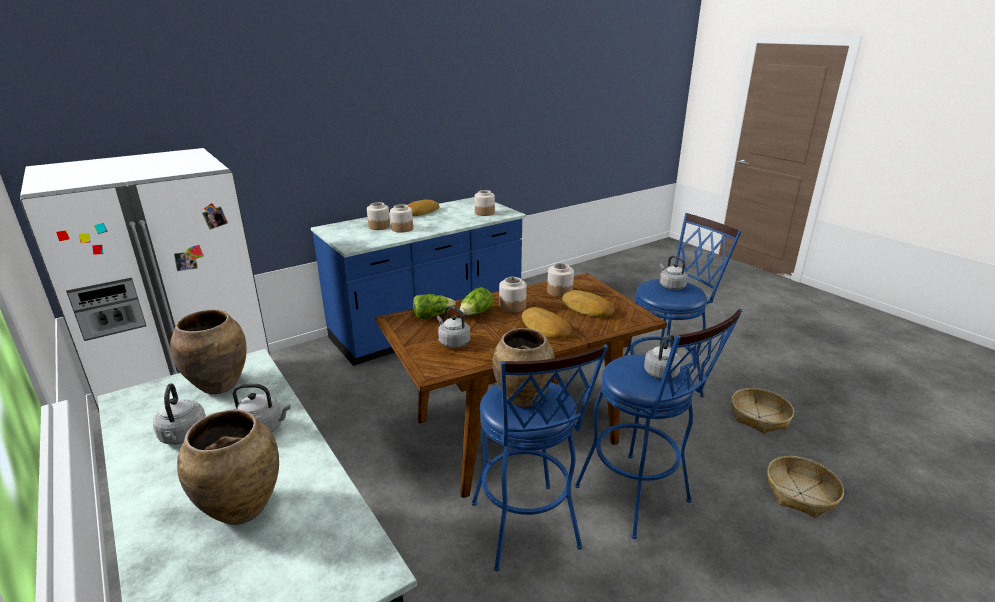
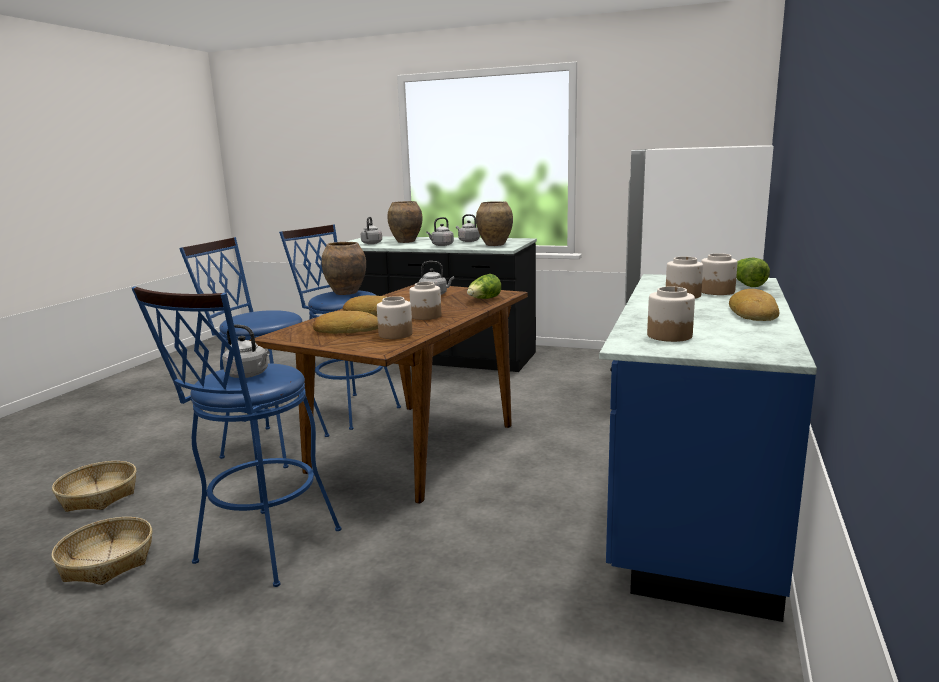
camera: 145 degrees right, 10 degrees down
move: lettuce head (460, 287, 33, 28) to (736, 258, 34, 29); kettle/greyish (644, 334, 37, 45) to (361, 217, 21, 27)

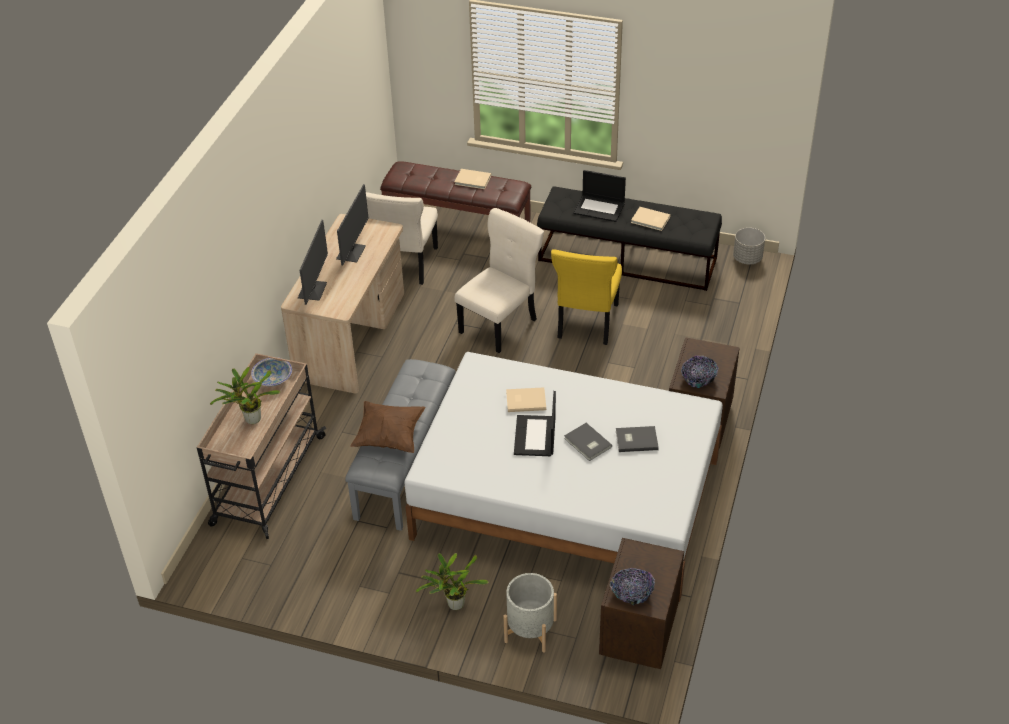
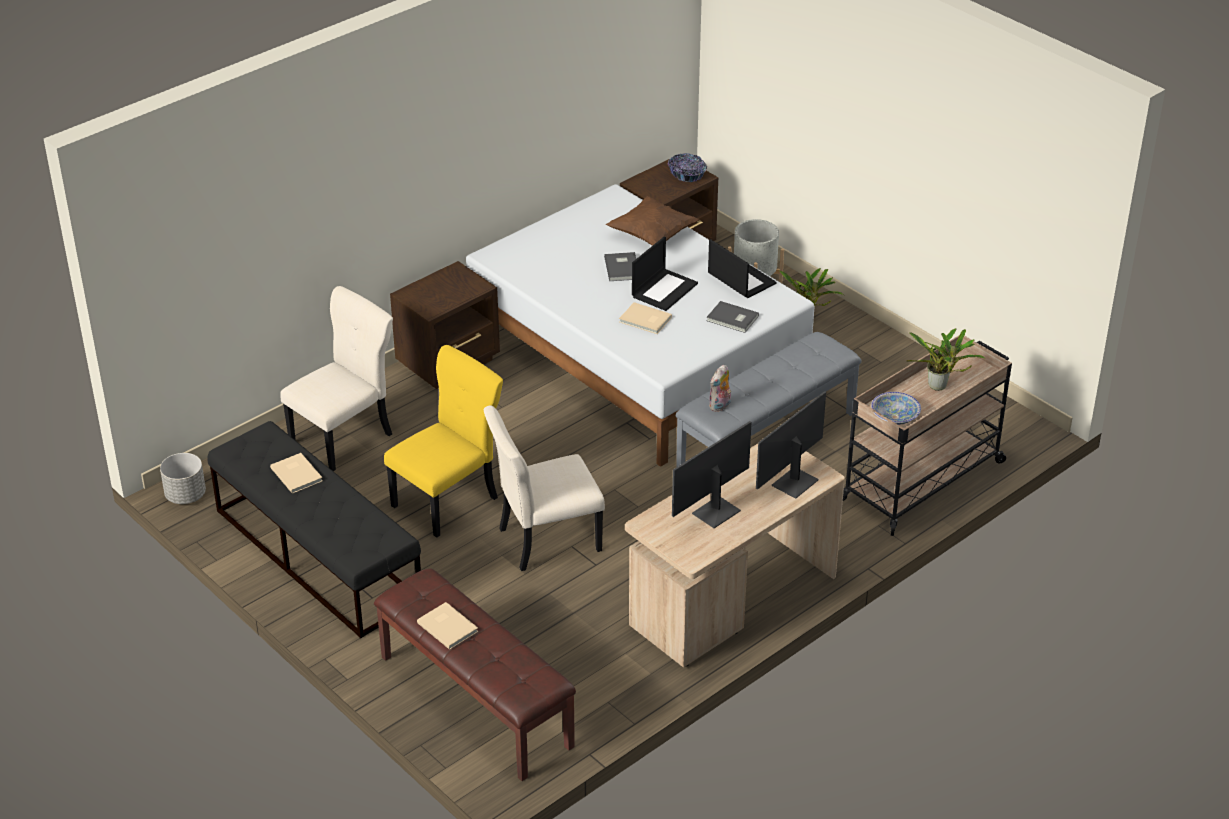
camera: 150 degrees left, 5 degrees down
delete: bowl (681, 356, 37, 32)
insert: plush toy (709, 365, 22, 47)
move: cushion/brownish (350, 401, 75, 52) to (606, 196, 93, 50); upright chair/beige (366, 192, 72, 93) to (280, 286, 113, 185); portable computer (573, 170, 53, 52) to (708, 239, 69, 59); volume/greyish (616, 426, 43, 26) to (706, 301, 53, 32)

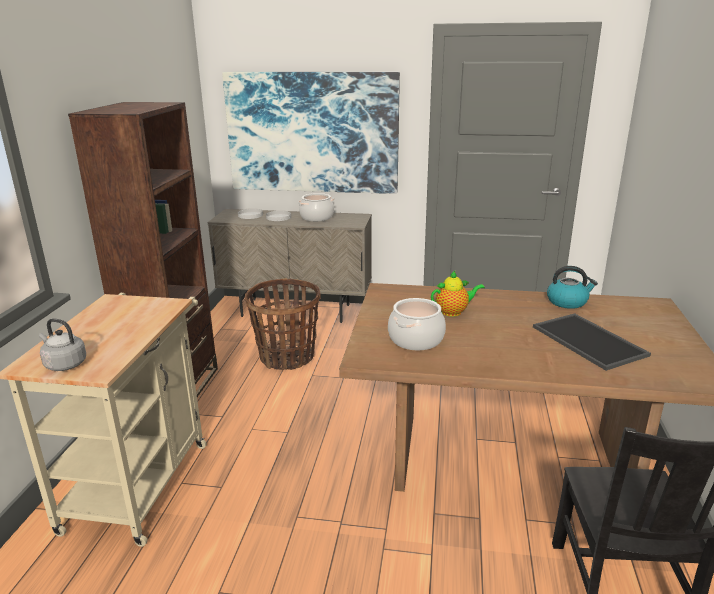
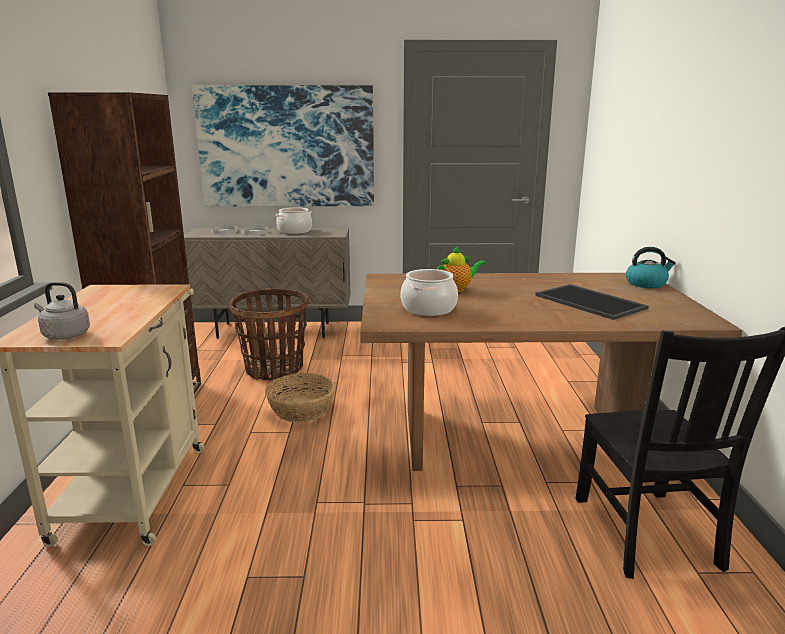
camera: 10 degrees left, 5 degrees down
insert: storage basket (265, 373, 71, 49)
move: kettle (547, 266, 51, 43) to (626, 247, 49, 41)

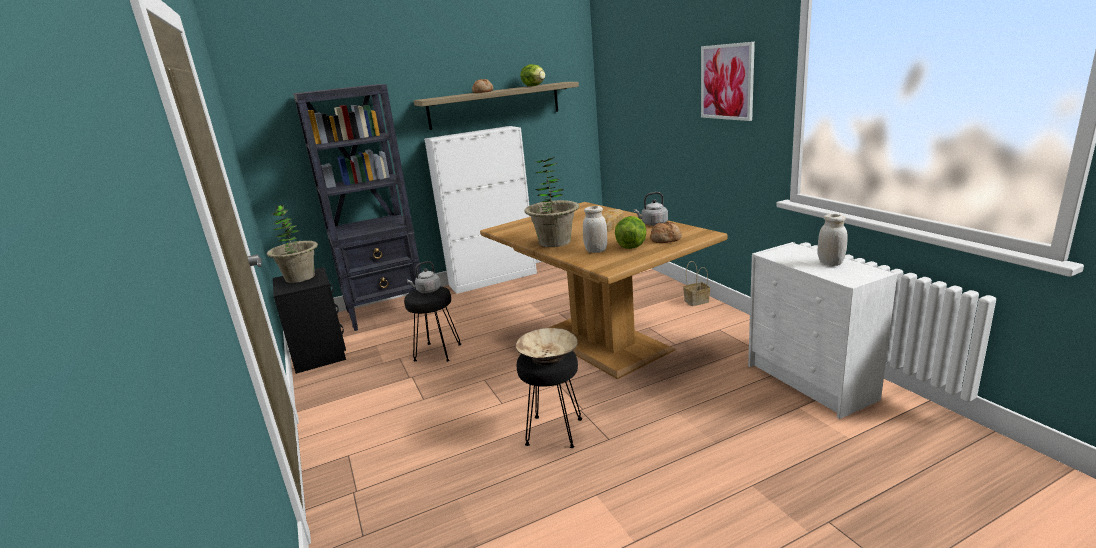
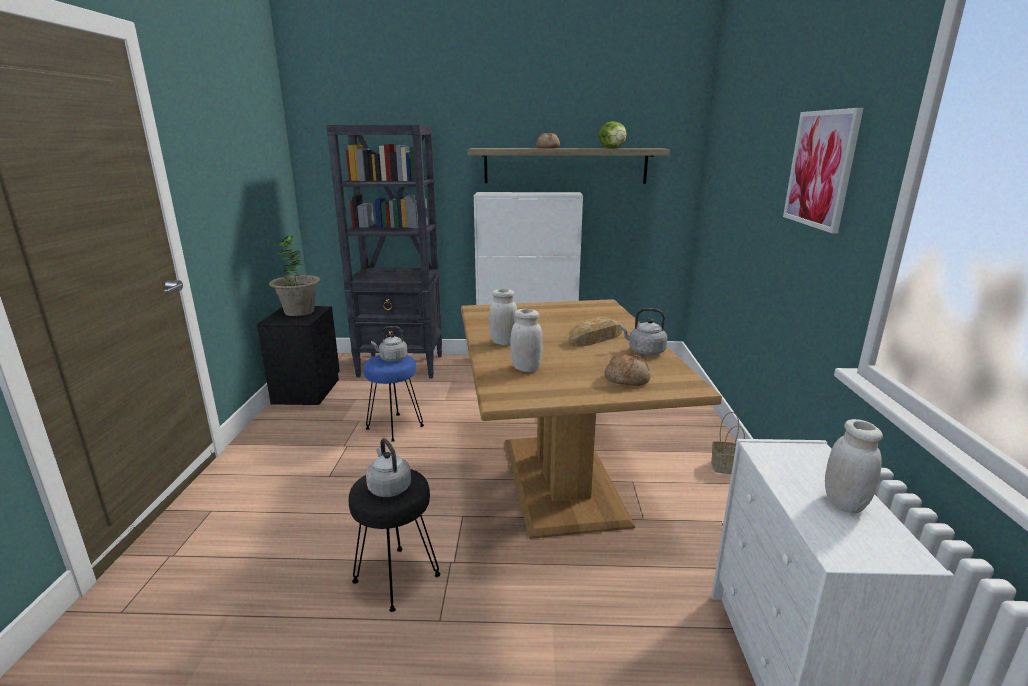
camera: 25 degrees right, 0 degrees up
delete: lettuce head (615, 216, 31, 33)
replace: bowl/beige (516, 328, 62, 37) to kettle/greyish (366, 438, 45, 59); houseplant (524, 157, 55, 90) to preserve jar/white (489, 289, 28, 56)
recolor: stool seat/blackish (404, 286, 57, 76) to stool seat/blue-coloured (363, 355, 61, 87)

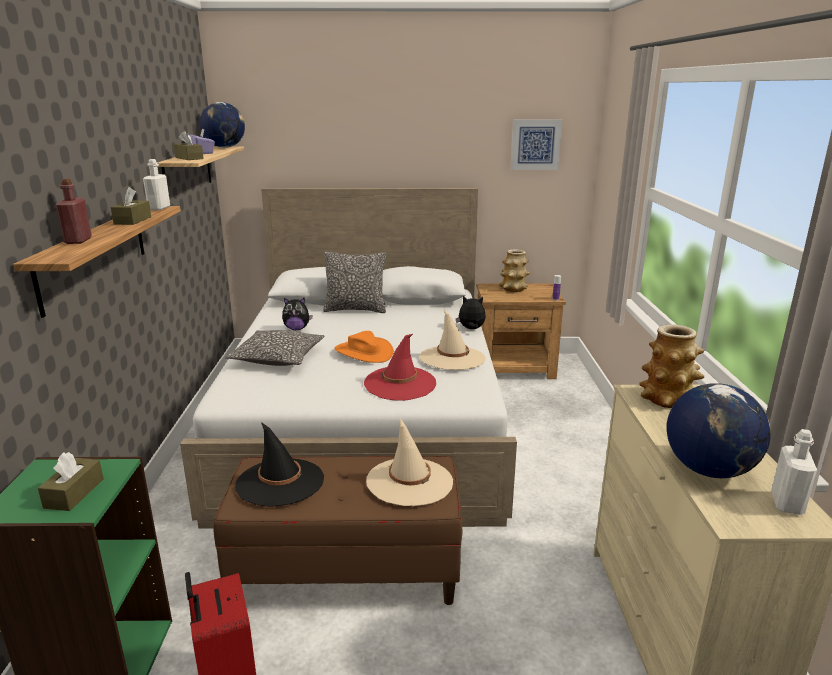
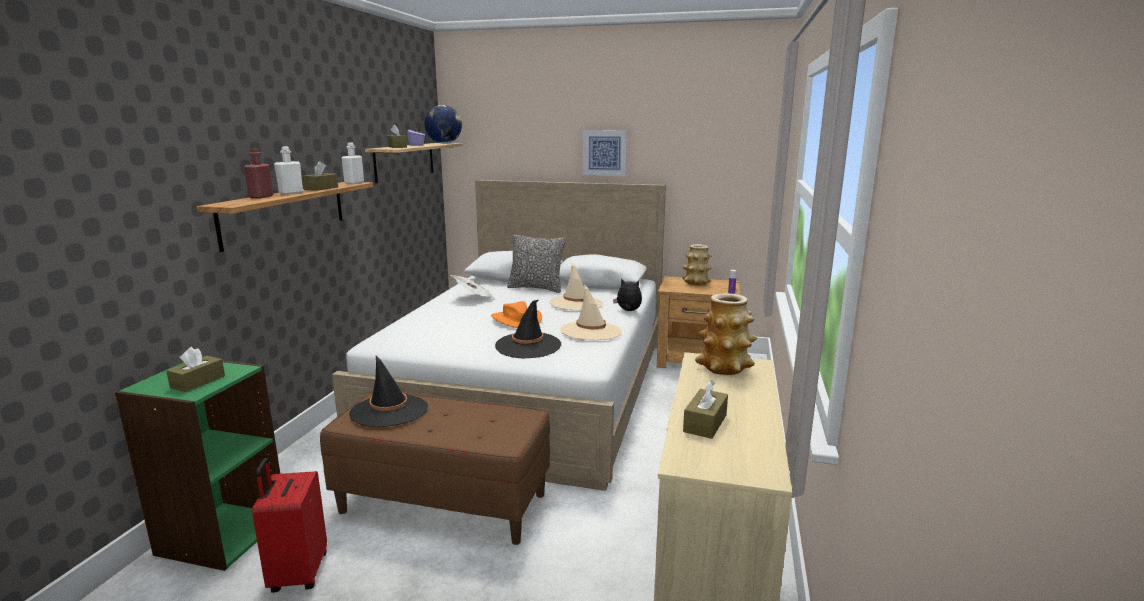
camera: 15 degrees right, 5 degrees down
delete: cushion (225, 330, 99, 36)
move: clothing hat/beige (366, 418, 87, 88) to (549, 263, 54, 47); wall art (510, 119, 52, 51) to (583, 130, 44, 46); drink bottle/white (771, 429, 46, 86) to (274, 146, 29, 48)
replace: plush toy (282, 298, 31, 32) to printed paper (450, 275, 46, 24); desk globe (667, 383, 104, 95) to tissue box/brownish (683, 380, 45, 59)
recolor: clothing hat/reddish (364, 334, 72, 67) to clothing hat/blackish (495, 300, 66, 58)

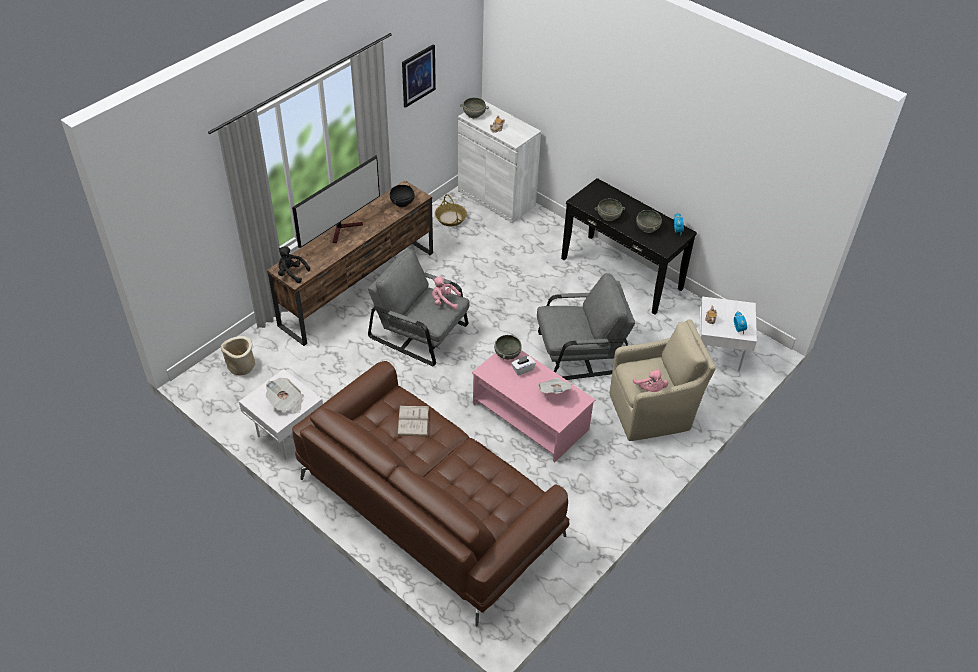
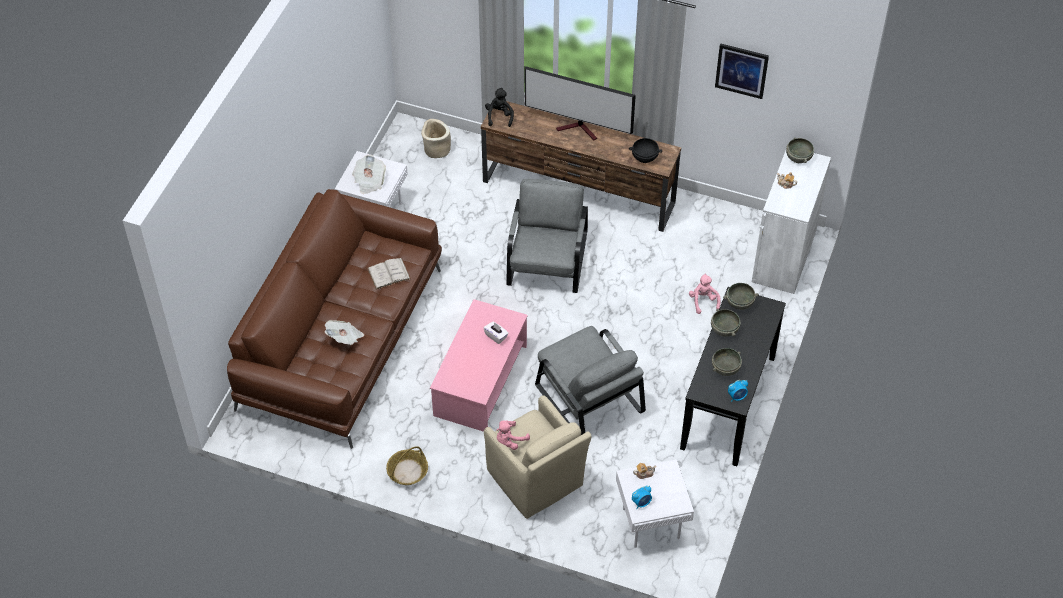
camera: 70 degrees right, 5 degrees up
move: plush toy/pink (432, 276, 29, 34) to (689, 274, 32, 40); storage basket (435, 194, 32, 32) to (386, 446, 42, 39); bowl/greyish (494, 335, 28, 25) to (723, 283, 36, 27); printed paper (538, 378, 34, 16) to (324, 320, 40, 25)

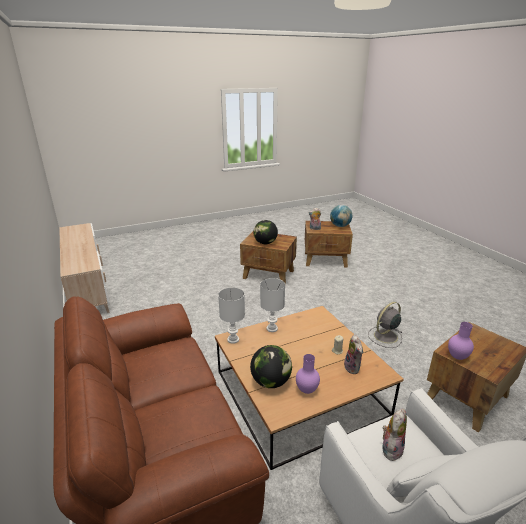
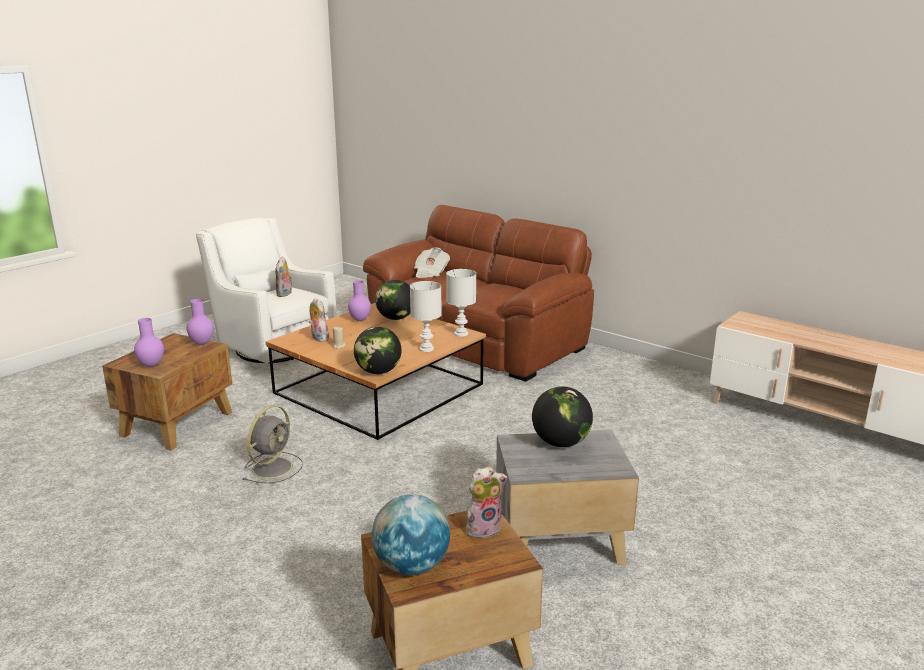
camera: 155 degrees right, 5 degrees down
insert: flower vase/purple-coloured (134, 318, 30, 49); desk globe (354, 327, 48, 47); printed paper (414, 247, 36, 31)
recolor: end table/brownish (240, 232, 57, 53) to end table/greyish (496, 430, 143, 135)

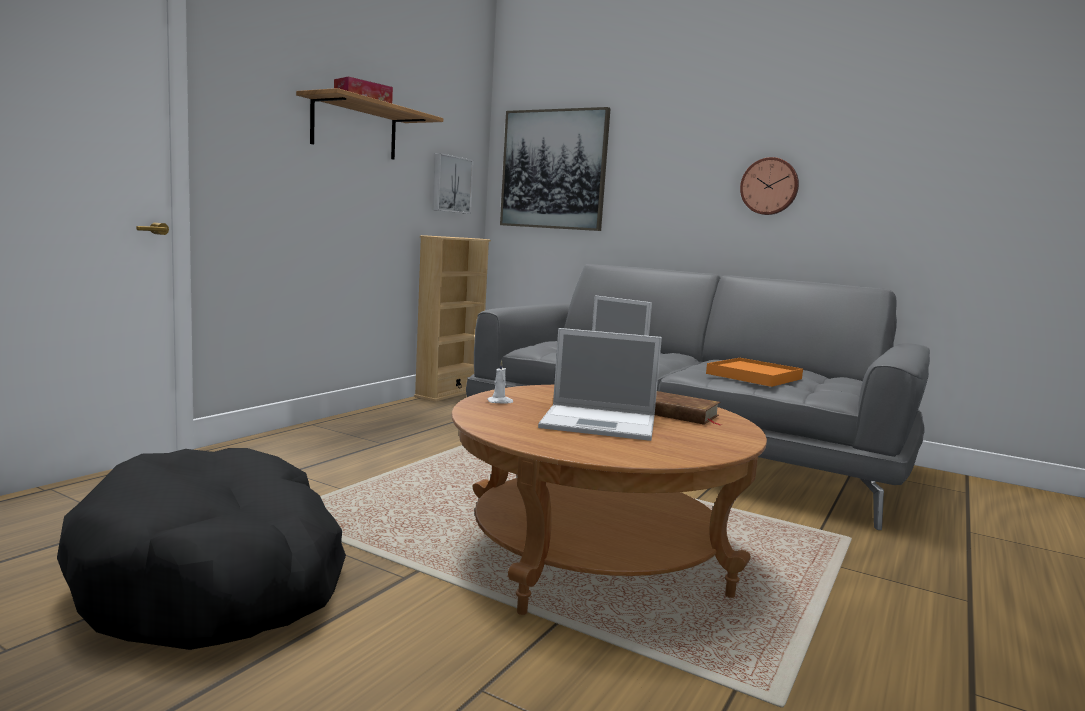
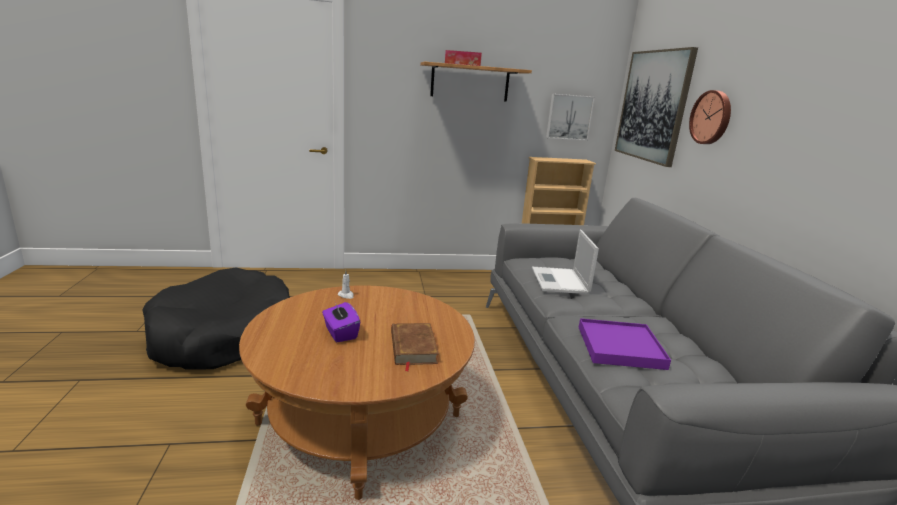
camera: 50 degrees right, 10 degrees up
move: clock on the wall (740, 157, 59, 58) to (689, 90, 42, 54)
replace: portable computer (538, 328, 124, 113) to tissue box/purple-coloured (322, 302, 38, 40)
recolor: serving tray/orange (706, 358, 97, 29) to serving tray/purple-coloured (578, 318, 93, 52)

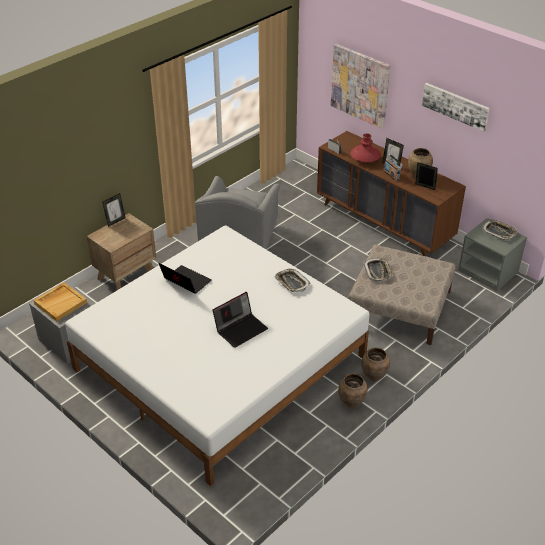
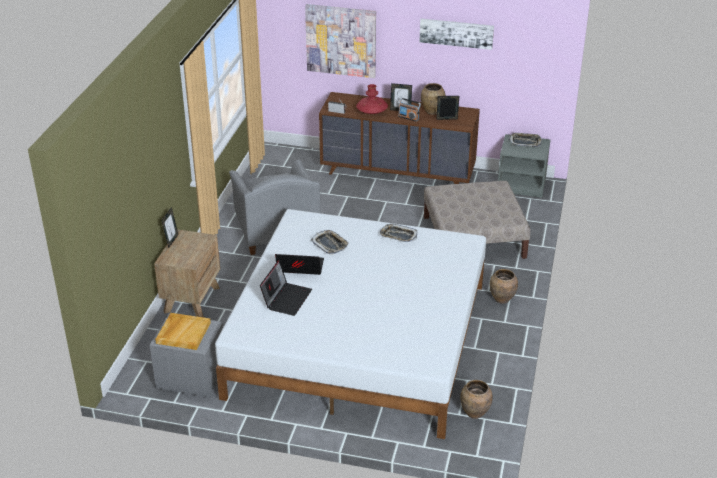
camera: 30 degrees left, 5 degrees down
move: portable computer (212, 292, 56, 56) to (260, 260, 52, 56); flower vase/brownish (338, 373, 30, 35) to (460, 380, 33, 39); serving tray (363, 258, 30, 23) to (311, 230, 38, 24)

